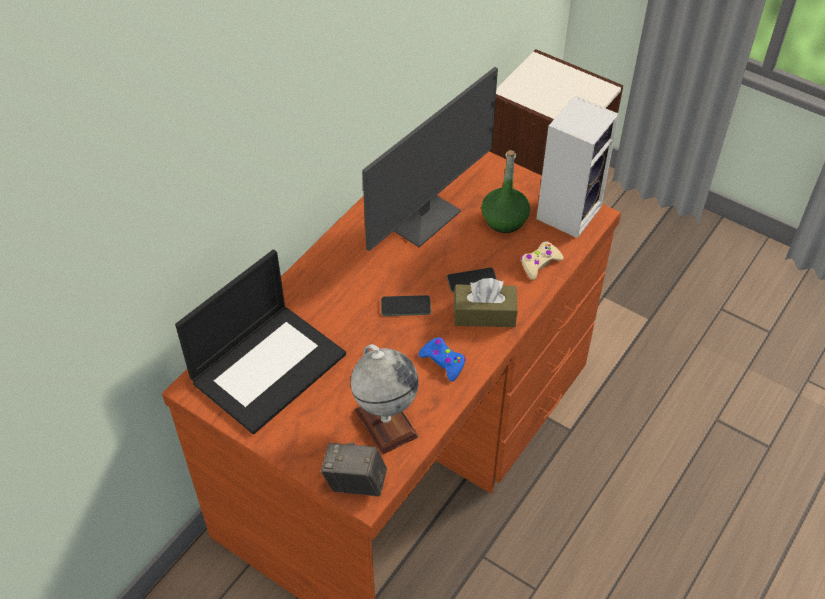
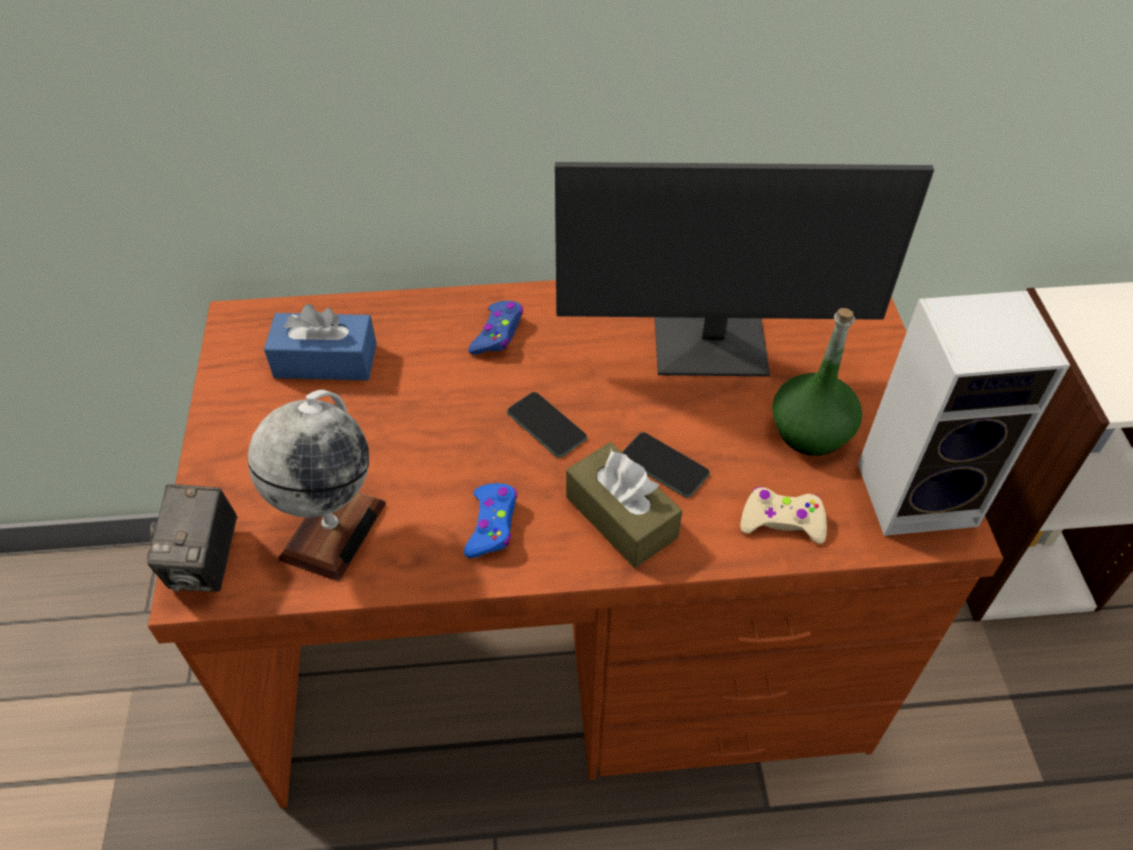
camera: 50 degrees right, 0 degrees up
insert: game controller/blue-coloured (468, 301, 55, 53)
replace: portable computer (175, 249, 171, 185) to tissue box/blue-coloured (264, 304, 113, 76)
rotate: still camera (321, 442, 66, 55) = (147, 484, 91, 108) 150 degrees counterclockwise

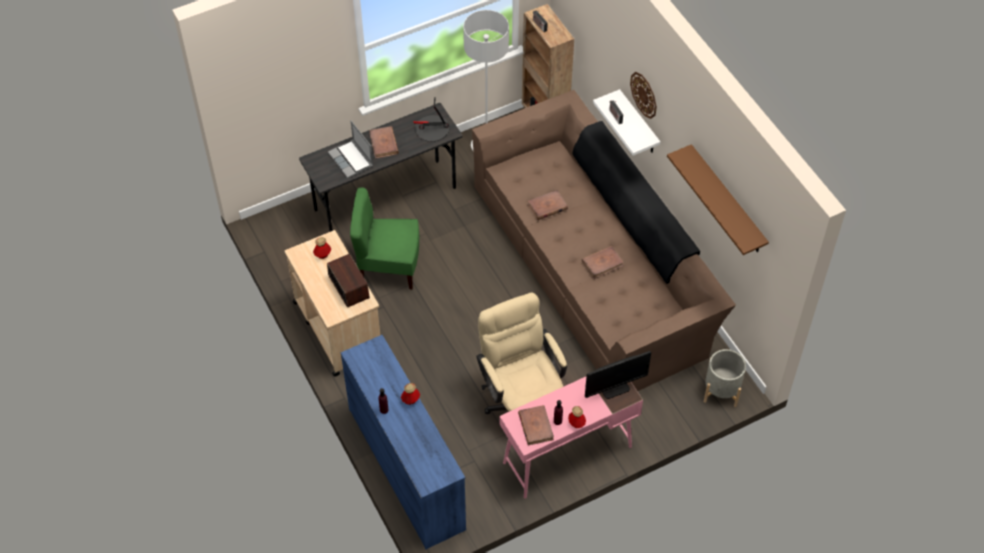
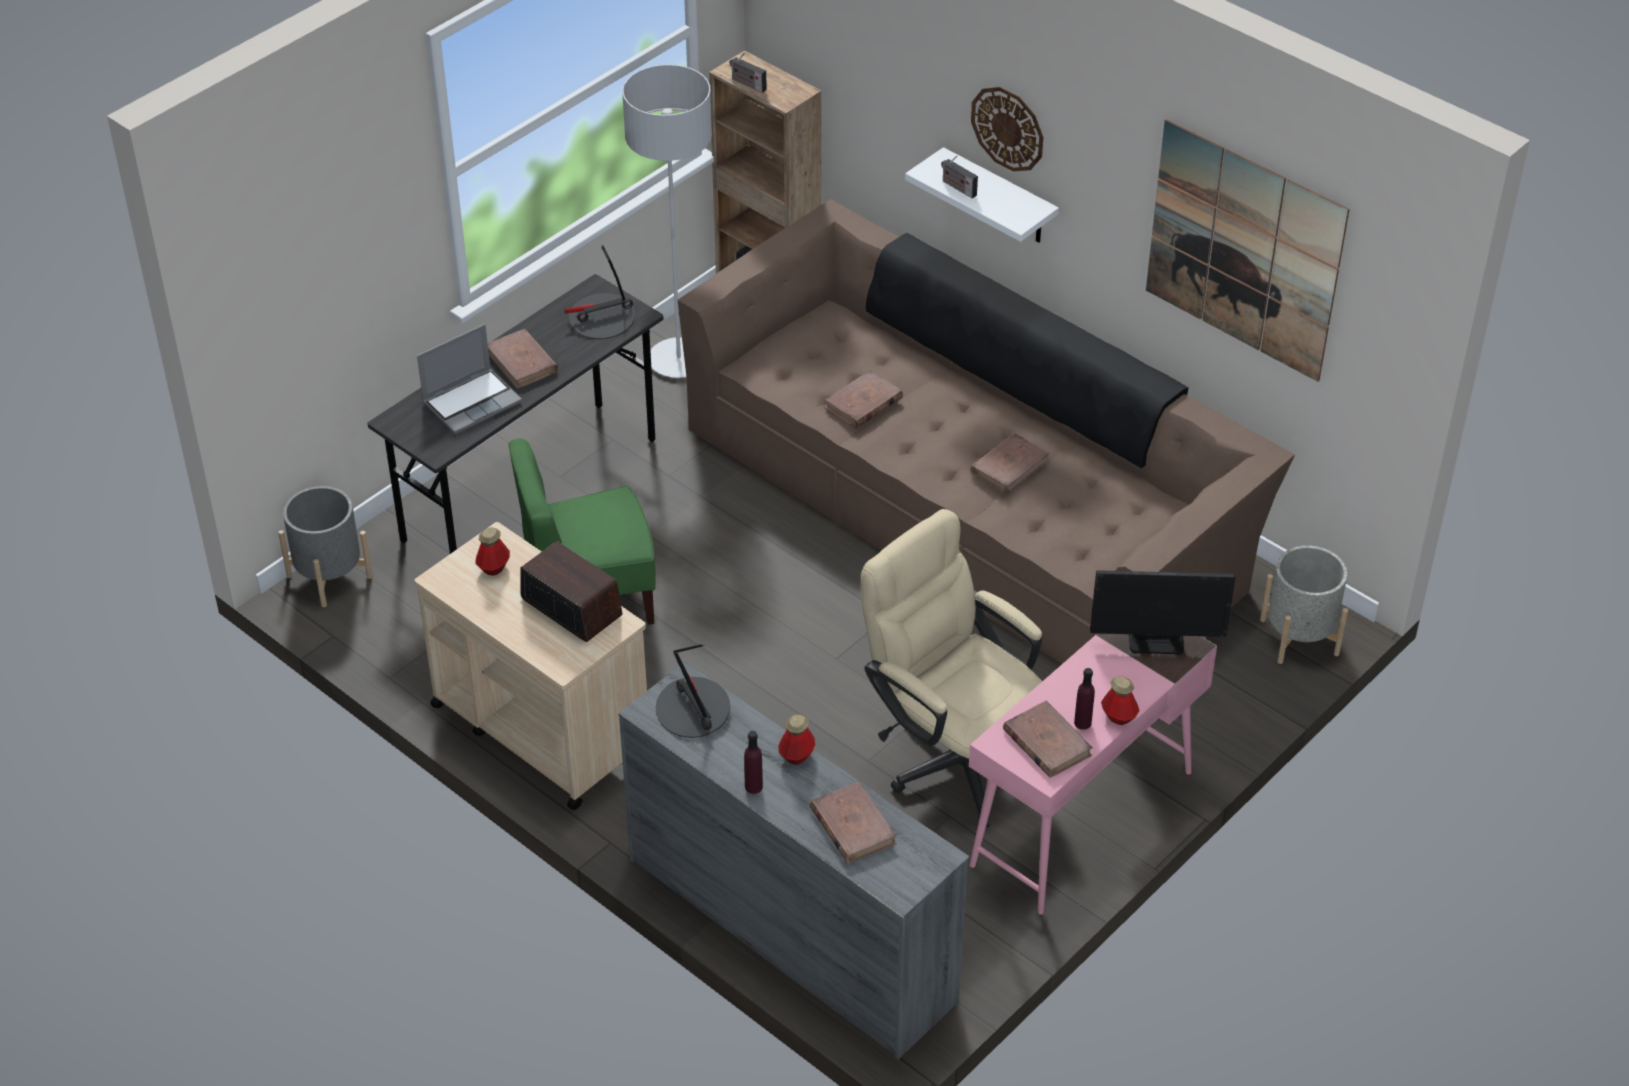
camera: 20 degrees left, 10 degrees down
insert: plant pot/greyish (278, 486, 95, 121); tabletop lamp (656, 644, 74, 94); volume/brownish (810, 782, 87, 82)
replace: wall shelf/brownish (667, 144, 102, 111) to wall art (1146, 119, 204, 263)
recolor: chest of drawers/blue-coloured (341, 335, 125, 214) to chest of drawers/greyish (618, 662, 352, 397)
rotate: portable computer (328, 120, 45, 58) = (417, 324, 105, 110) 75 degrees counterclockwise; monitor (585, 351, 66, 48) = (1090, 570, 145, 84) 45 degrees clockwise

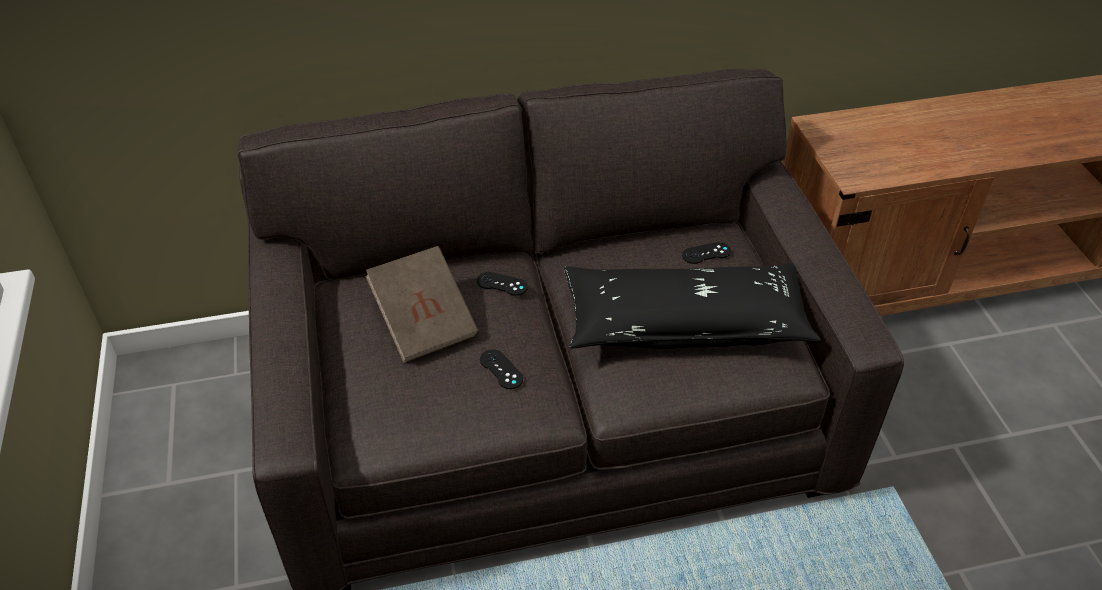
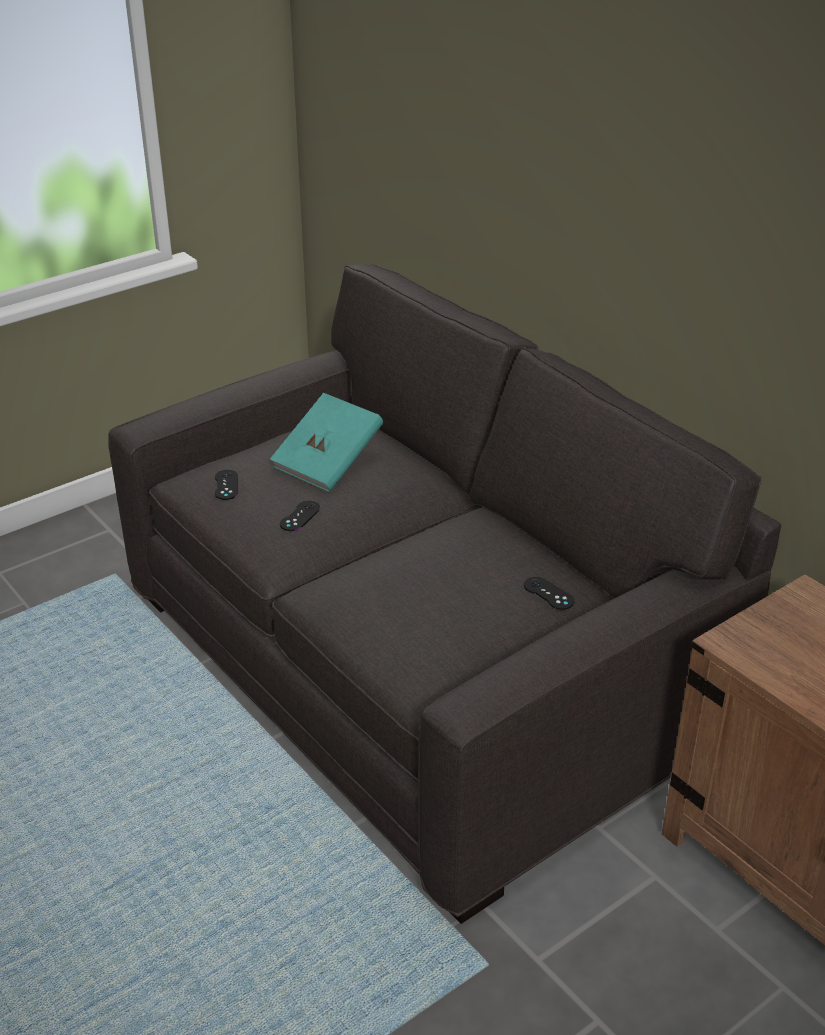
camera: 65 degrees right, 10 degrees down
delete: cushion/blackish (564, 263, 257, 86)
move: game controller/blackish (477, 272, 51, 24) to (215, 470, 23, 30)
recolor: volume/brownish (366, 246, 113, 117) to volume/turquoise-coloured (270, 393, 113, 99)

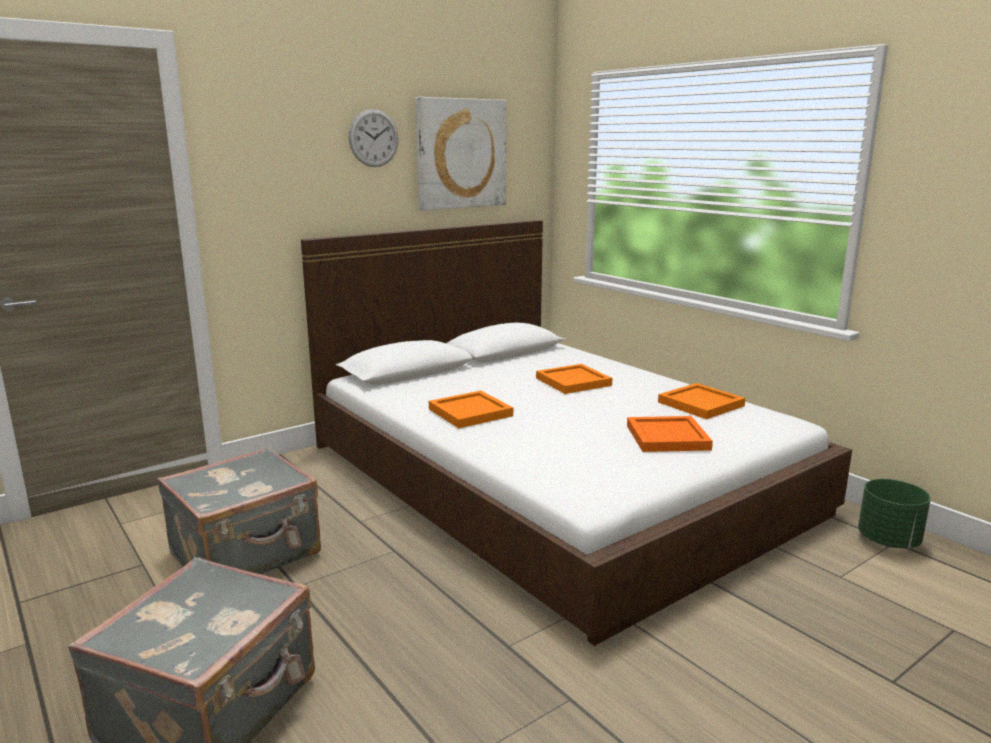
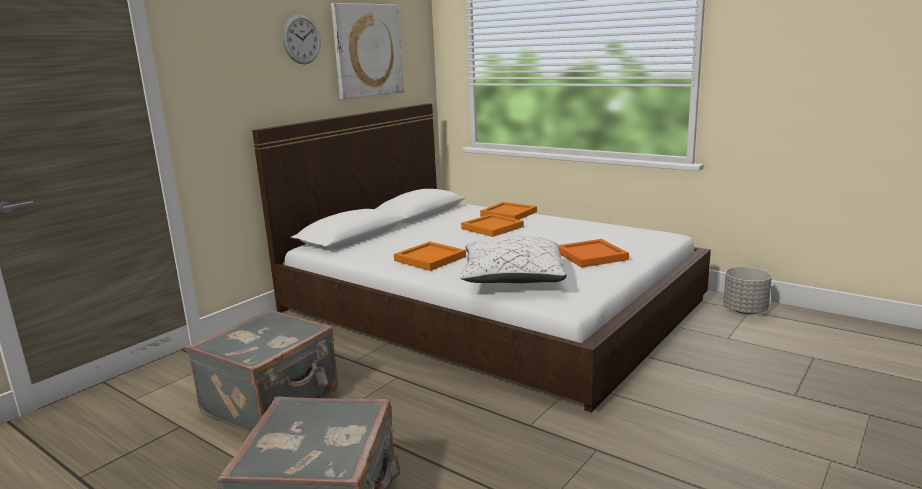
camera: 15 degrees left, 0 degrees up
insert: cushion/white (460, 236, 107, 47)
move: serving tray/orange (658, 383, 87, 36) to (480, 202, 57, 18)
recolor: plant pot/green (858, 479, 73, 69) to plant pot/greyish (723, 267, 49, 47)

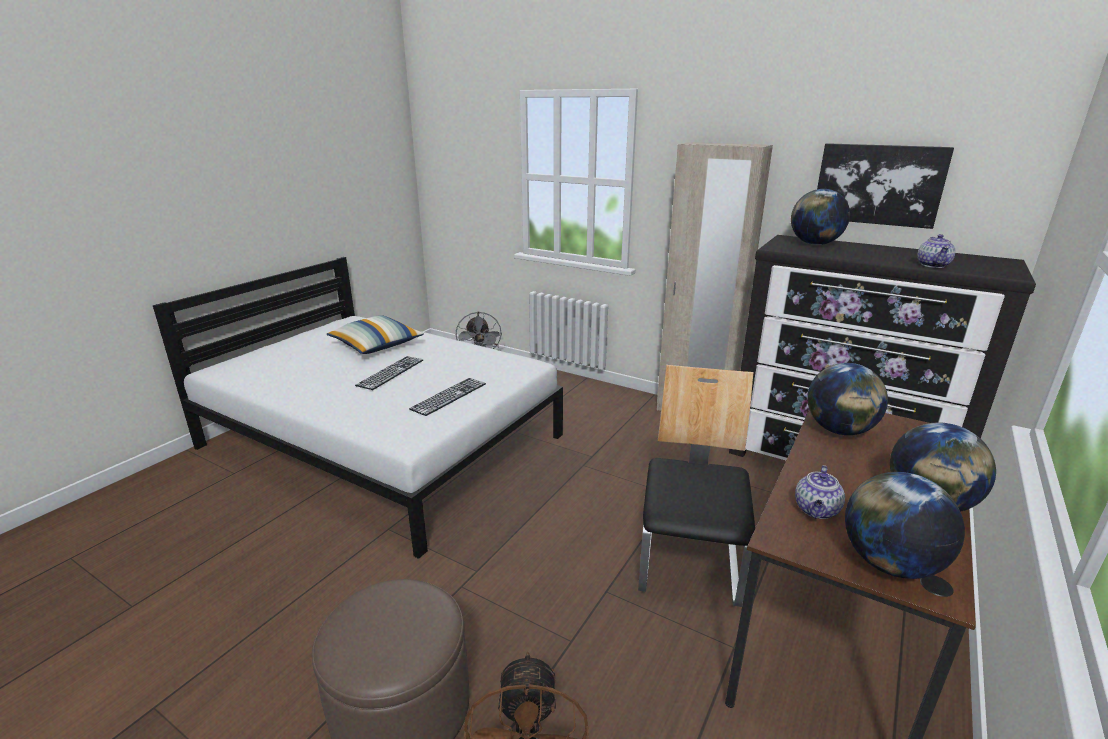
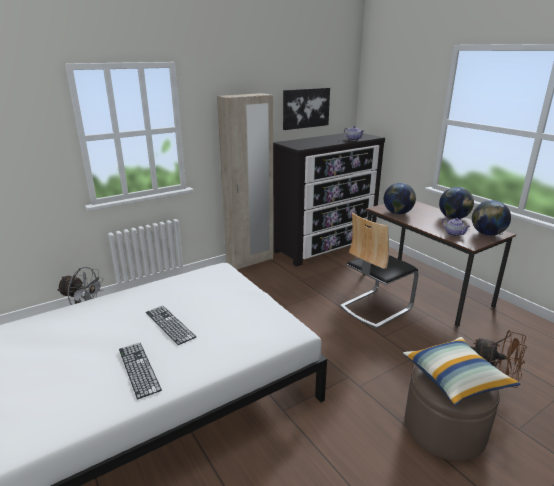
camera: 65 degrees left, 0 degrees up
delete: desk globe (791, 189, 59, 56)
move: cushion (326, 315, 98, 39) to (403, 337, 118, 69); keyboard (409, 378, 77, 38) to (119, 343, 43, 56)
rotate: upright chair (638, 365, 117, 242) = (340, 213, 79, 115) 75 degrees counterclockwise

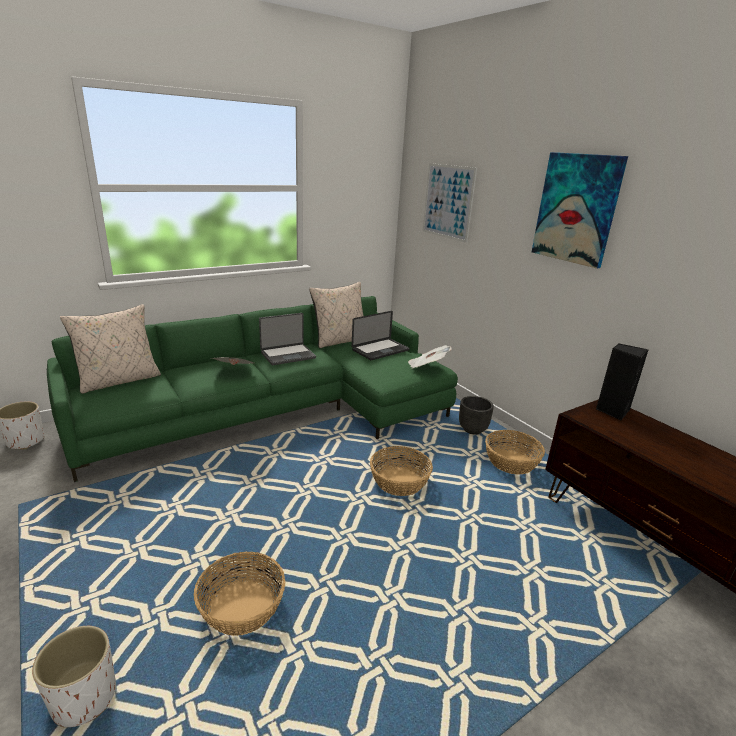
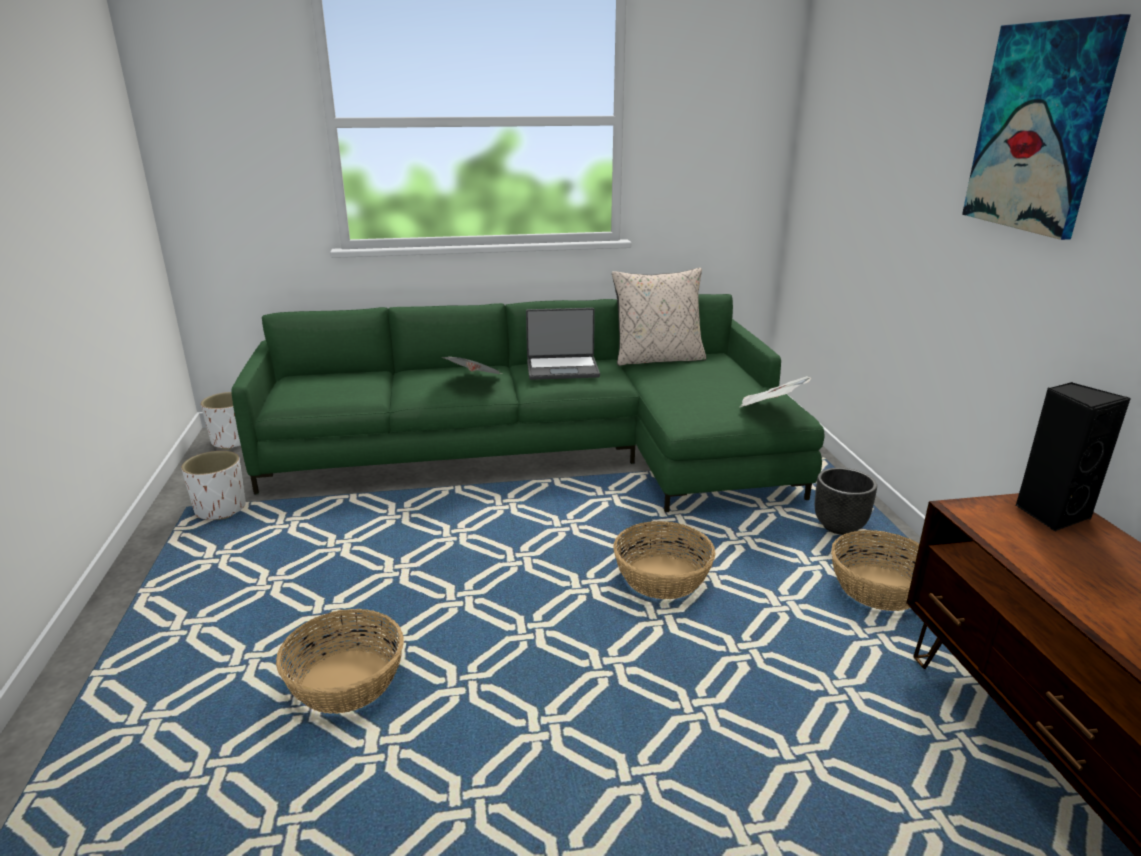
camera: 25 degrees right, 0 degrees up
delete: cushion/beige (60, 304, 101, 90); portable computer (352, 311, 58, 49); wall art (423, 163, 54, 80)
move: plant pot/white (32, 626, 84, 101) to (181, 451, 65, 69)

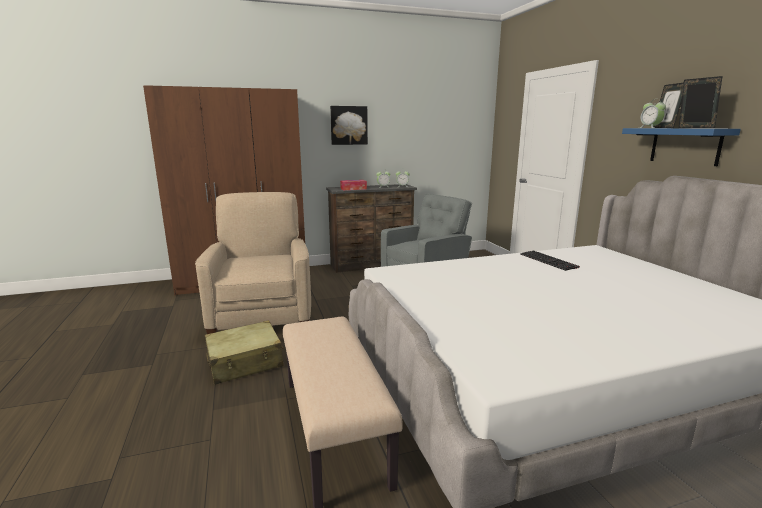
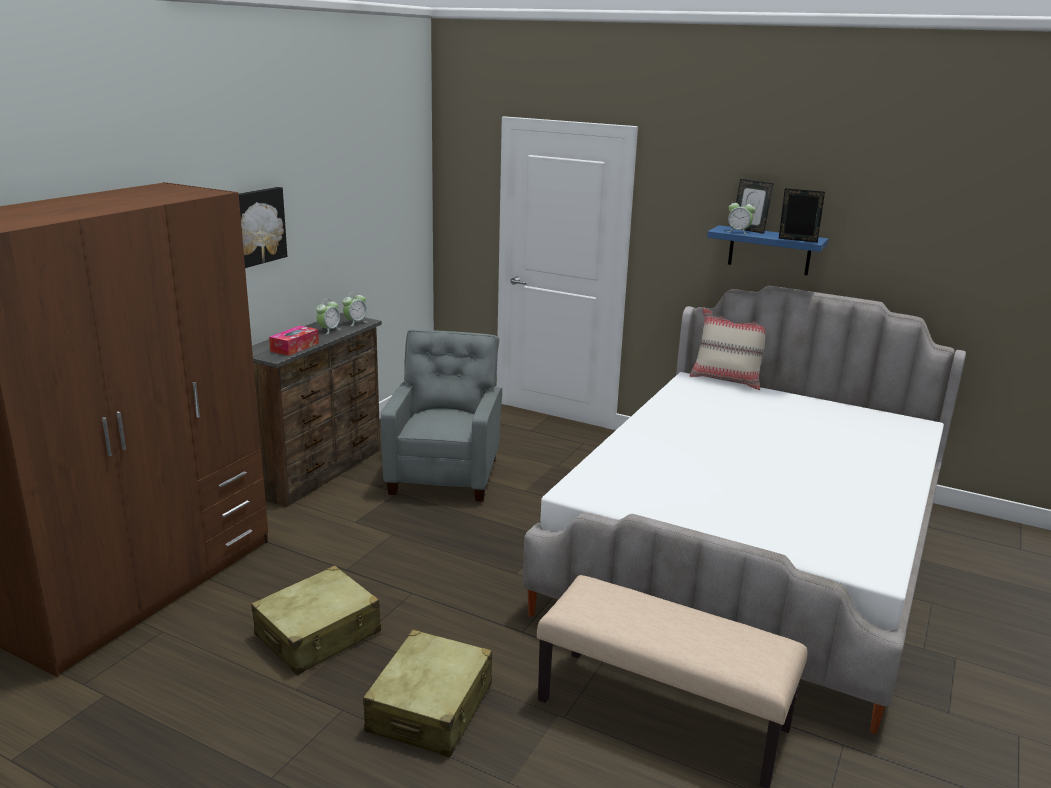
camera: 45 degrees left, 5 degrees up
delete: keyboard (520, 250, 60, 21)
insert: cushion/beige (690, 308, 75, 82)
replace: easy chair/beige (195, 192, 116, 142) to travel case/beige (251, 565, 130, 110)

